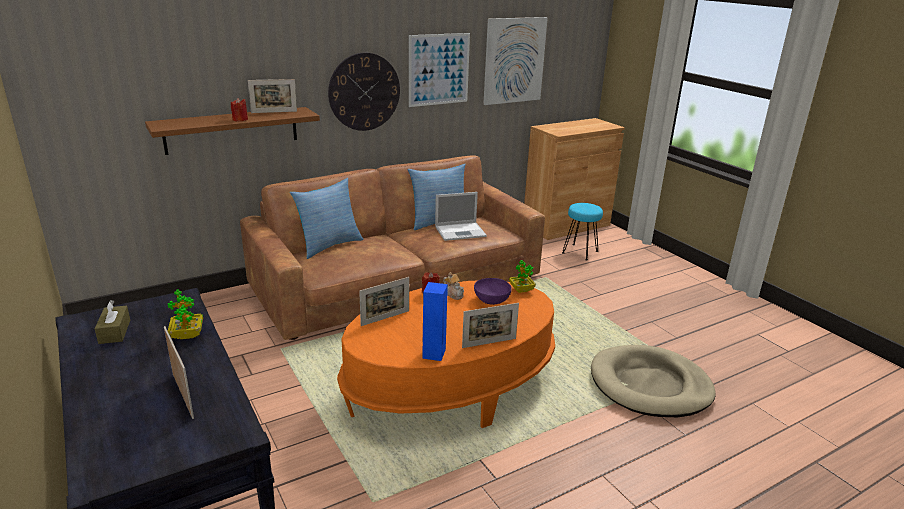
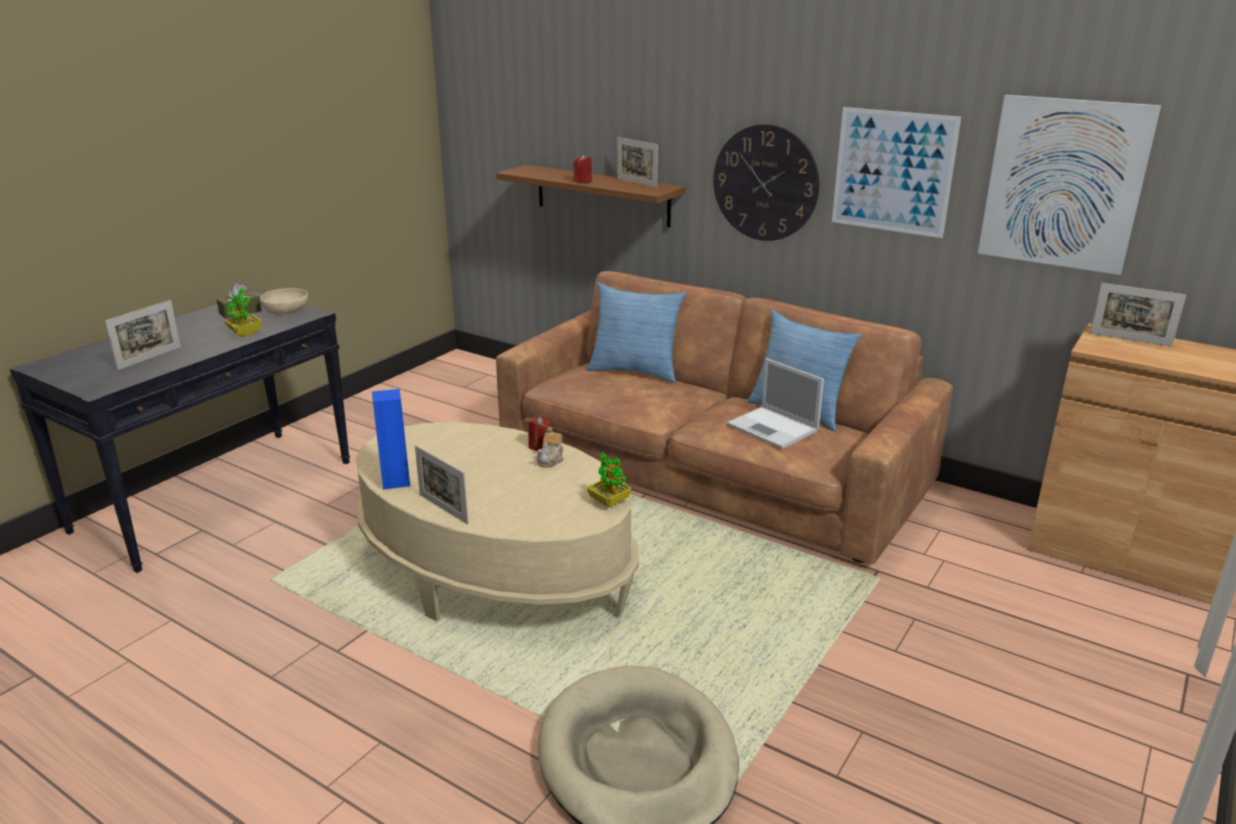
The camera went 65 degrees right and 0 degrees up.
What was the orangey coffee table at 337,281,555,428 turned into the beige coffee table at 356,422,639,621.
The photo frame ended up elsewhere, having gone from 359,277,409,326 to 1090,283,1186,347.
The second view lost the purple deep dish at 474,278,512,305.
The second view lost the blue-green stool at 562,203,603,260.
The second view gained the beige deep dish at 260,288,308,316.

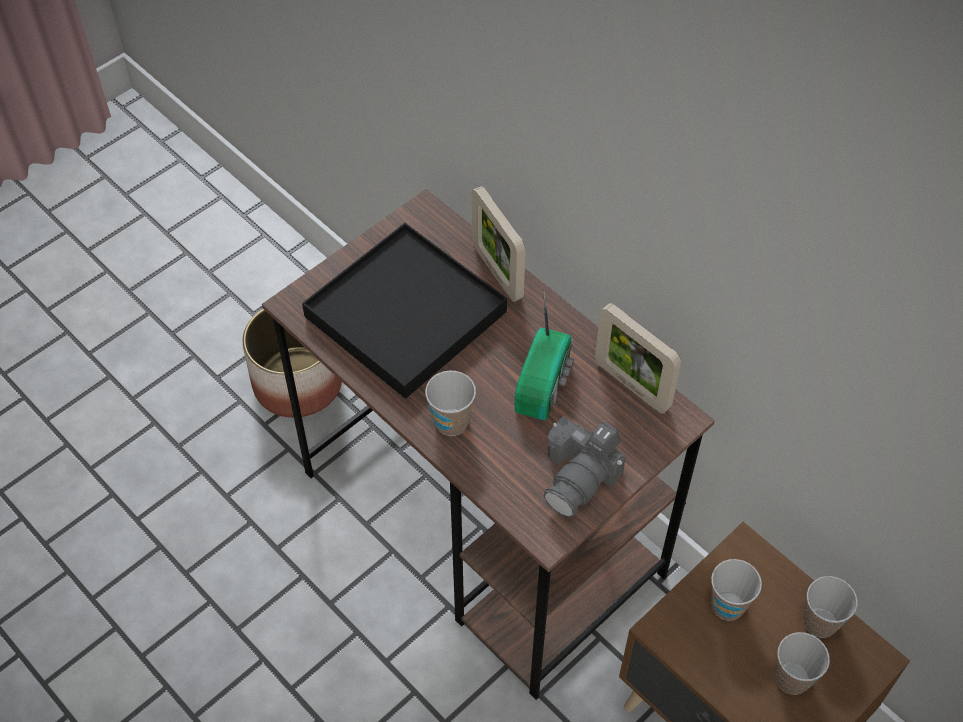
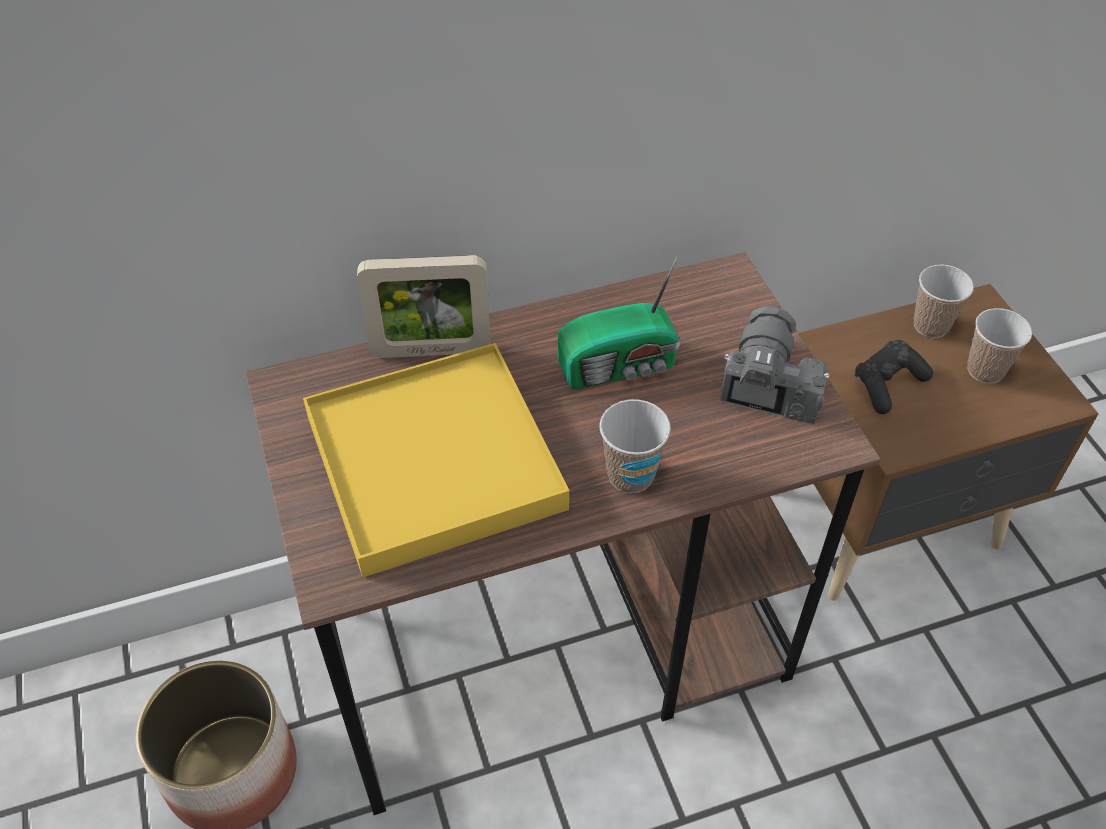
The camera went 65 degrees left and 5 degrees down.
What was the black carrying tray at 302,223,507,399 turned into the yellow carrying tray at 303,343,569,577.
The radio receiver at 515,292,574,420 ended up facing another way, 120 degrees clockwise from before.
The still camera at 543,416,626,518 ended up facing another way, 135 degrees counterclockwise from before.
The second view lost the photo frame at 595,303,681,414.
Where the cup stood at 711,559,762,621, the black game controller came to stand at 854,340,933,414.

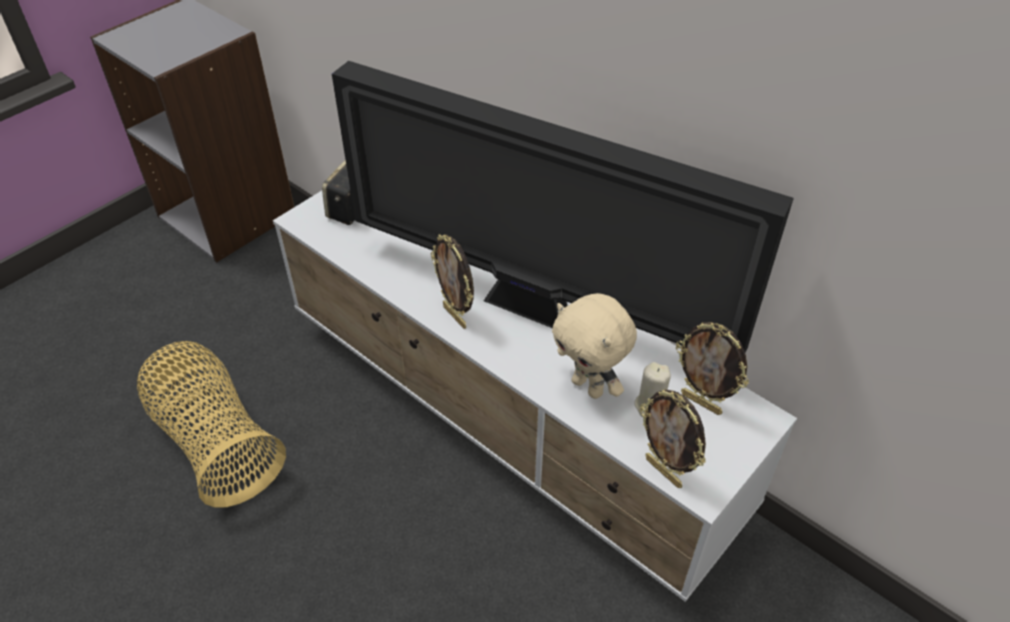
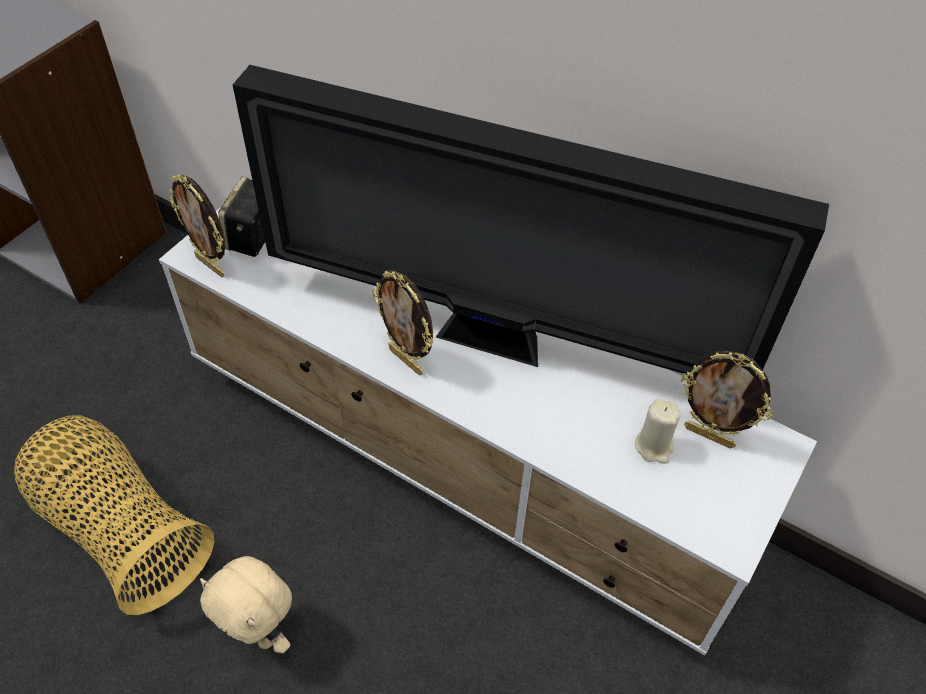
The camera went 10 degrees left and 5 degrees up.
The beige soft toy ended up elsewhere, having gone from 552,293,637,399 to 200,556,292,653.
The photo frame ended up elsewhere, having gone from 640,389,706,488 to 169,175,225,277.

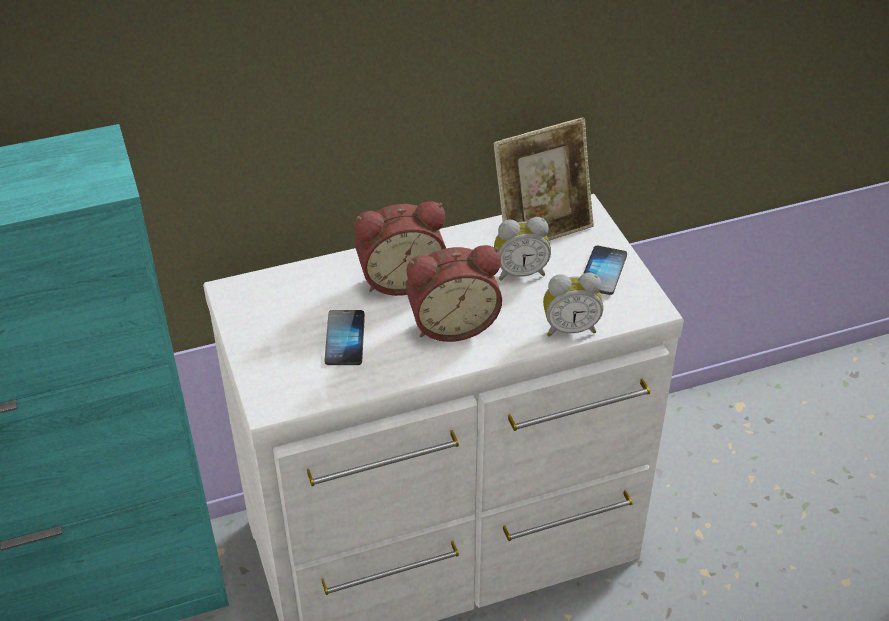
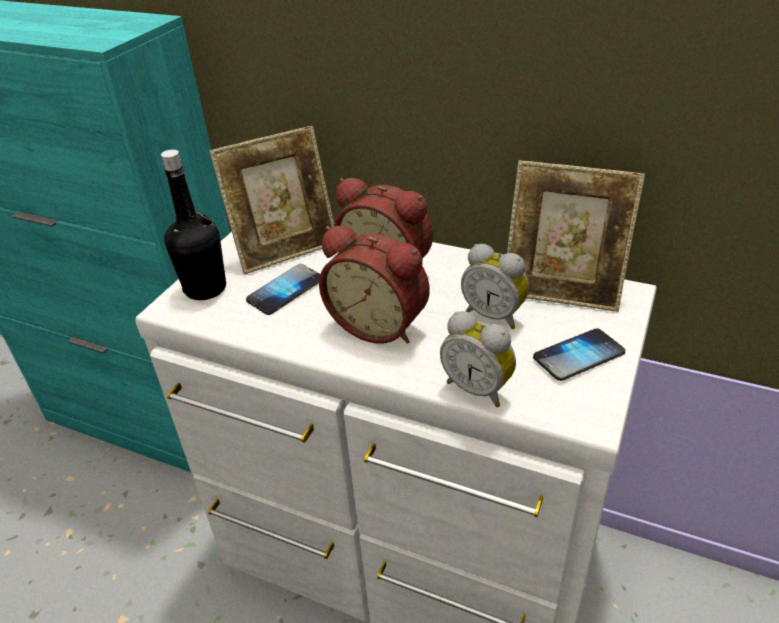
The camera went 45 degrees right and 5 degrees down.
The second view gained the black drink bottle at 161,149,226,300.
The second view gained the photo frame at 209,126,334,274.

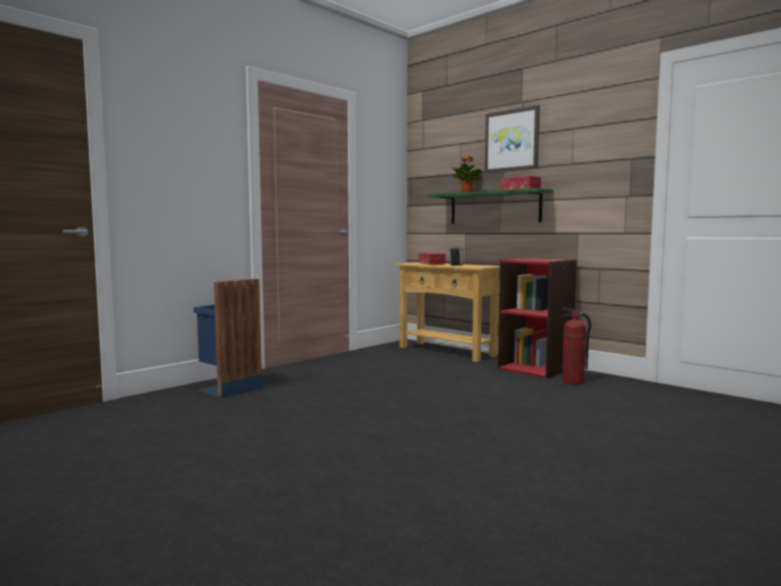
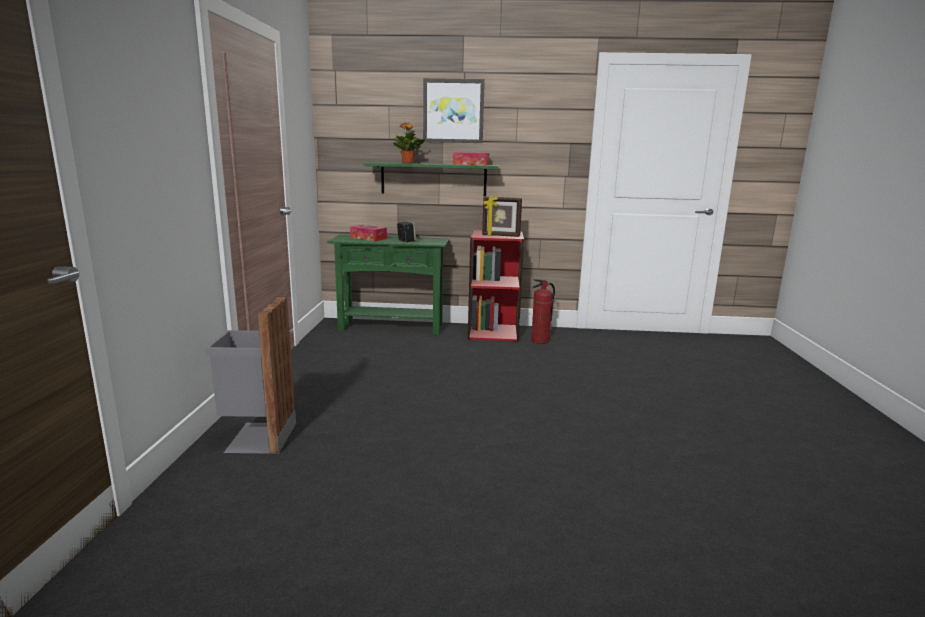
The camera went 40 degrees left and 10 degrees up.
What was the blue waste bin at 193,279,262,398 turned into the greyish waste bin at 205,297,296,454.
What was the beige narrow table at 394,262,500,362 turned into the greenish narrow table at 328,235,449,335.
The second view gained the photo frame at 482,196,522,237.

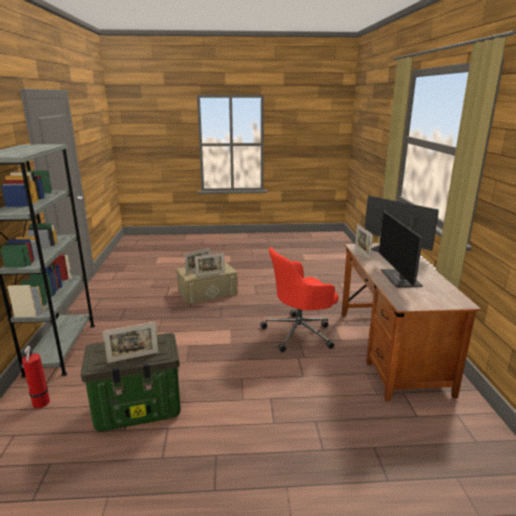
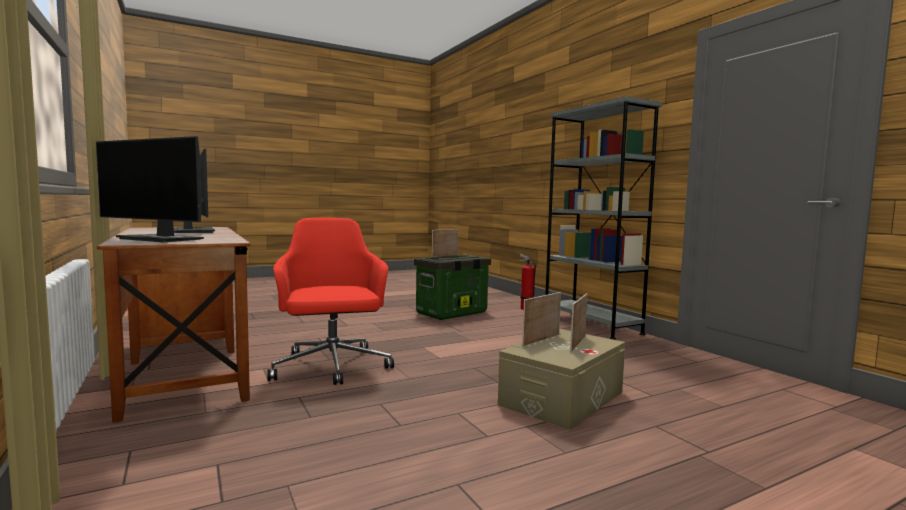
The camera went 155 degrees right and 15 degrees down.
The red desk chair at 260,247,339,352 ended up facing another way, 60 degrees counterclockwise from before.
The second view lost the photo frame at 355,224,373,260.

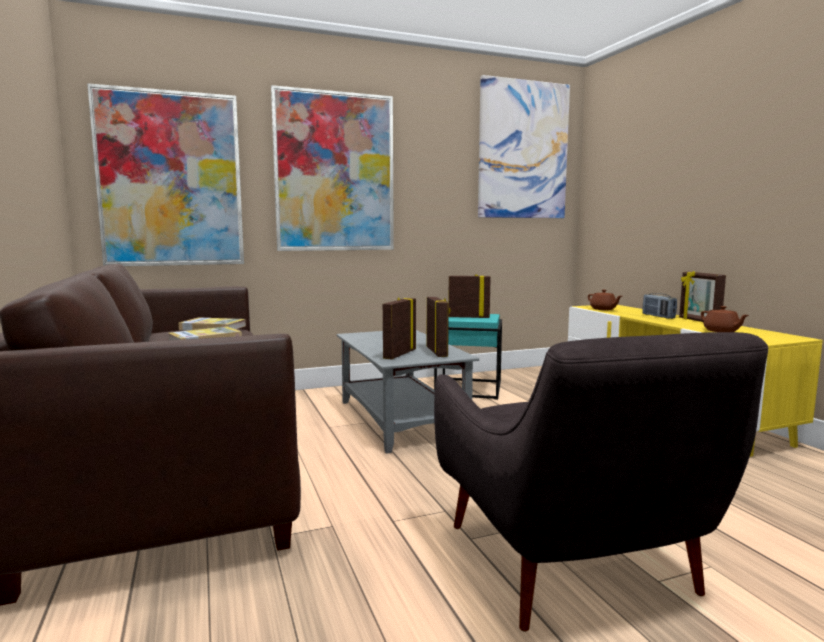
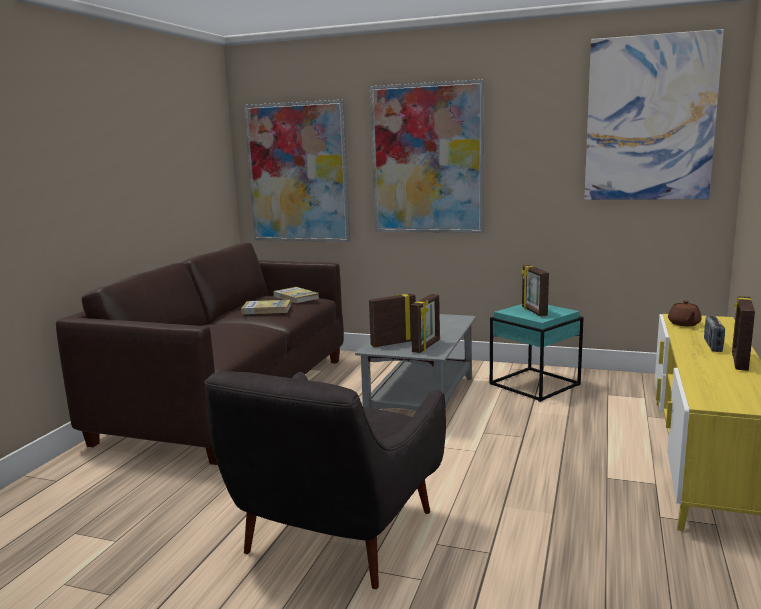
The camera went 40 degrees right and 5 degrees up.
The photo frame at 448,274,491,318 ended up facing another way, 150 degrees counterclockwise from before.
The second view lost the brownish pot for tea at 701,306,749,332.

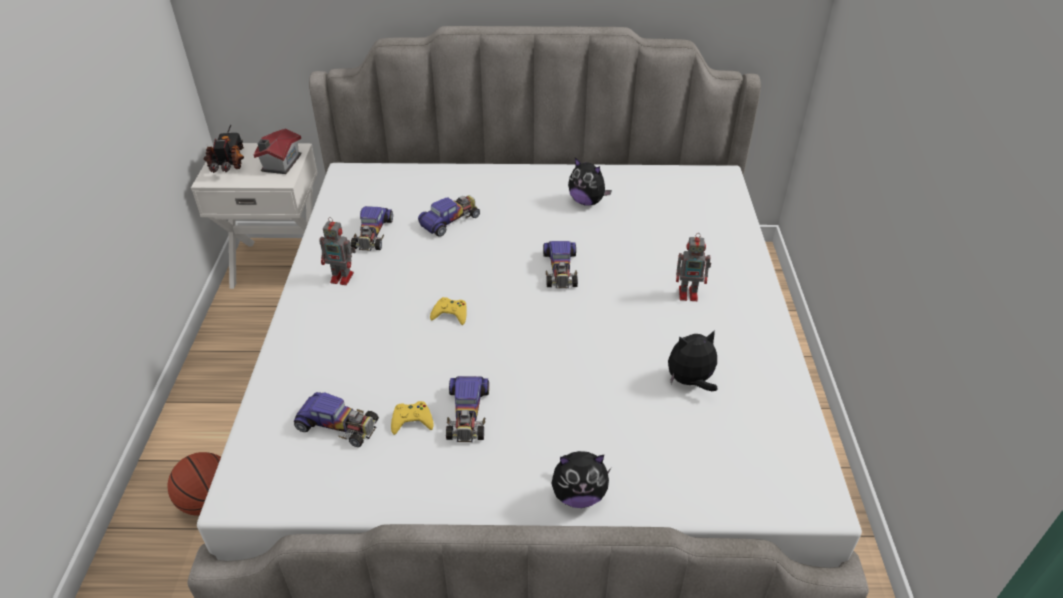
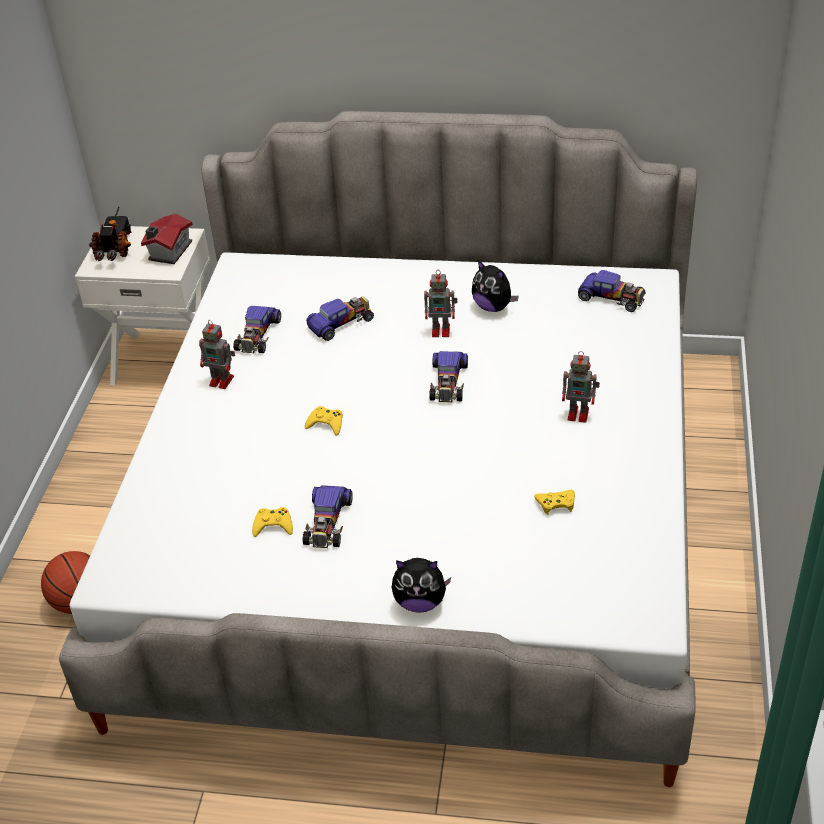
The camera went 10 degrees right and 0 degrees up.
The model car ended up elsewhere, having gone from 293,392,379,447 to 578,270,645,312.
Where the soft toy stood at 668,330,717,391, the yellow game controller came to stand at 534,490,575,515.
The second view gained the model robot at 424,270,458,337.

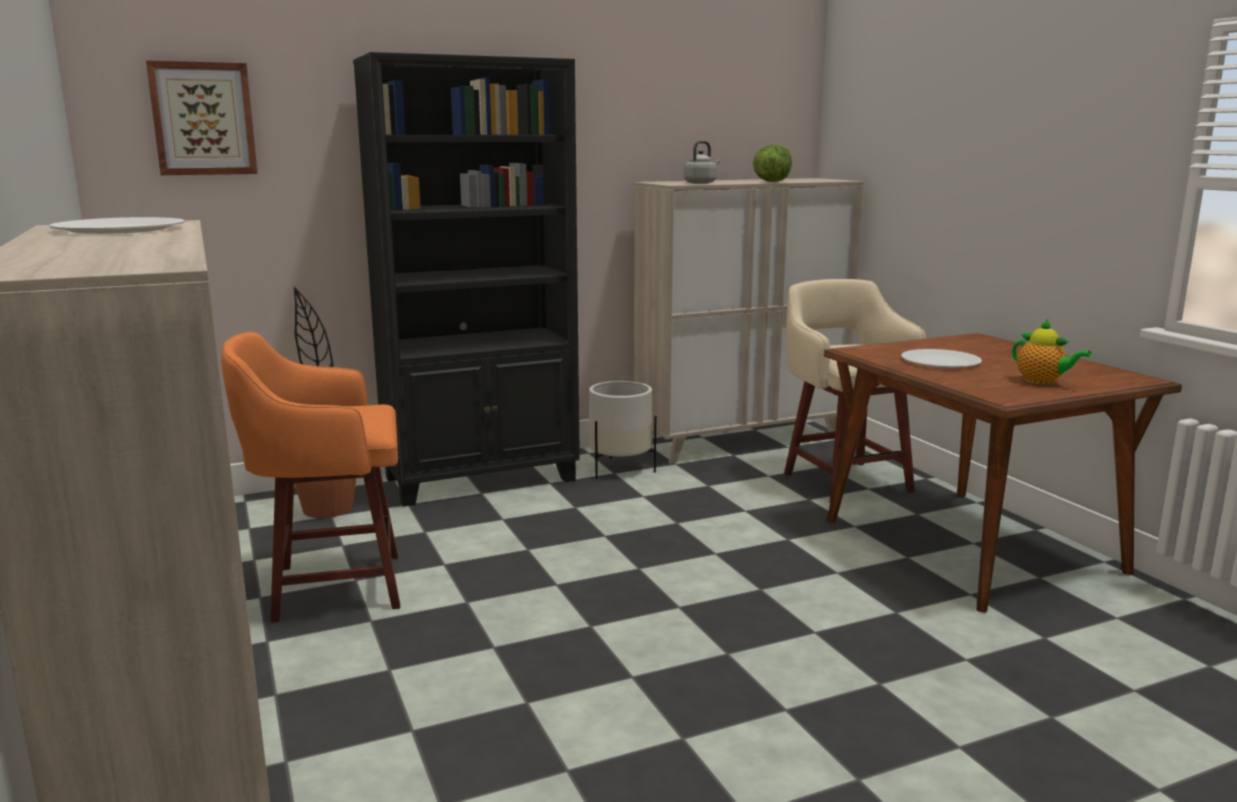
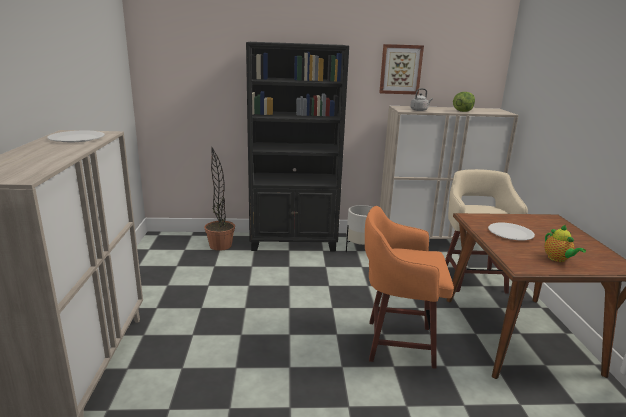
The camera went 20 degrees right and 5 degrees up.
The wall picture ended up elsewhere, having gone from 146,60,258,175 to 379,44,424,95.
The orangey stool ended up elsewhere, having gone from 221,332,400,623 to 365,206,454,369.

